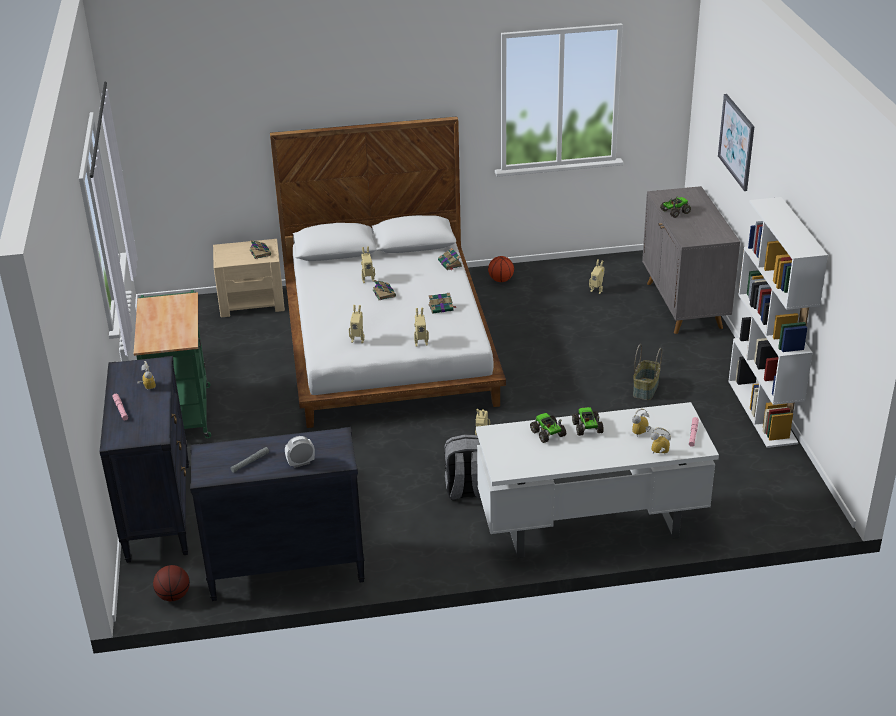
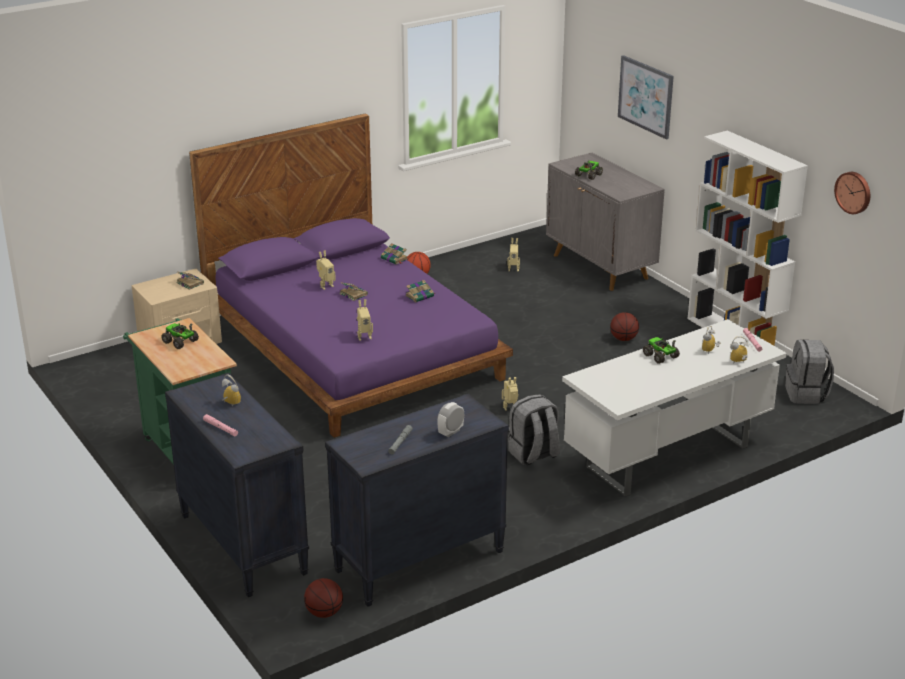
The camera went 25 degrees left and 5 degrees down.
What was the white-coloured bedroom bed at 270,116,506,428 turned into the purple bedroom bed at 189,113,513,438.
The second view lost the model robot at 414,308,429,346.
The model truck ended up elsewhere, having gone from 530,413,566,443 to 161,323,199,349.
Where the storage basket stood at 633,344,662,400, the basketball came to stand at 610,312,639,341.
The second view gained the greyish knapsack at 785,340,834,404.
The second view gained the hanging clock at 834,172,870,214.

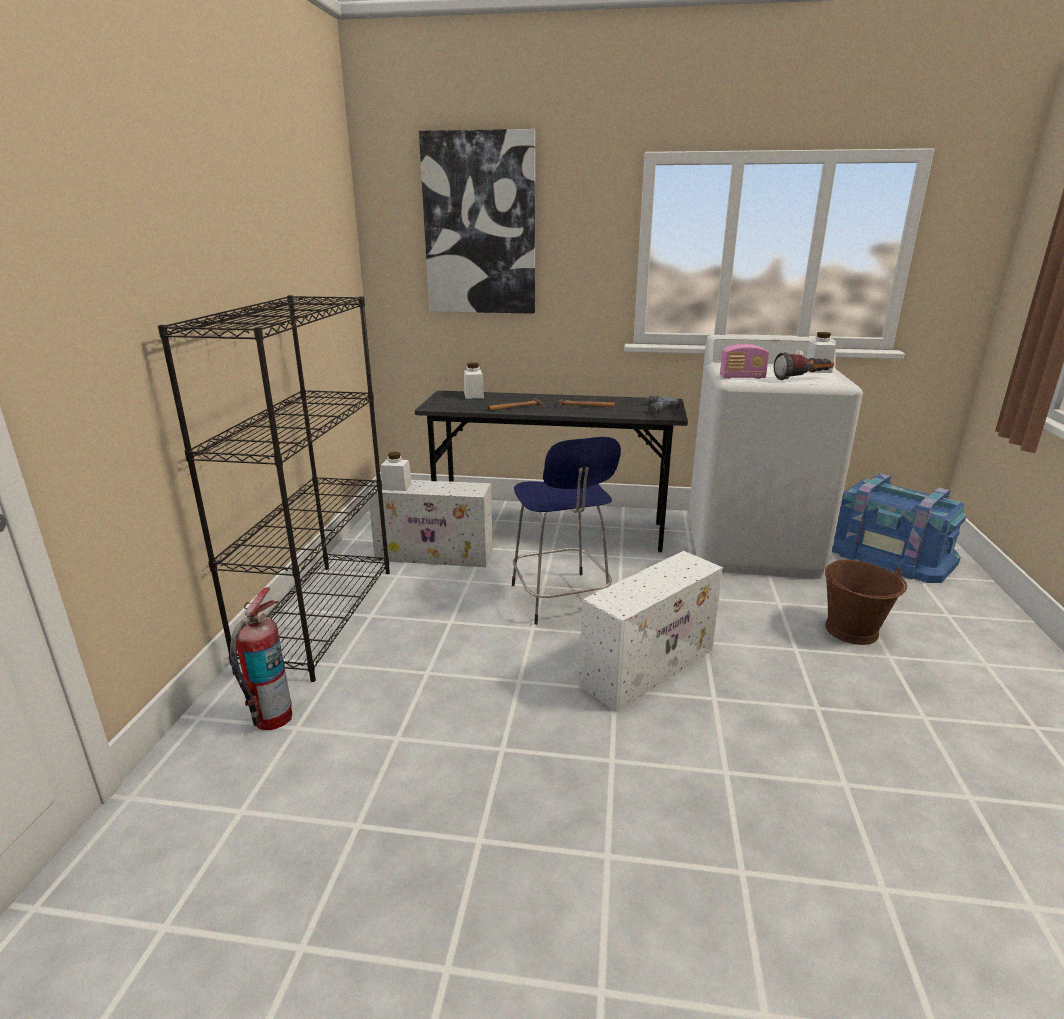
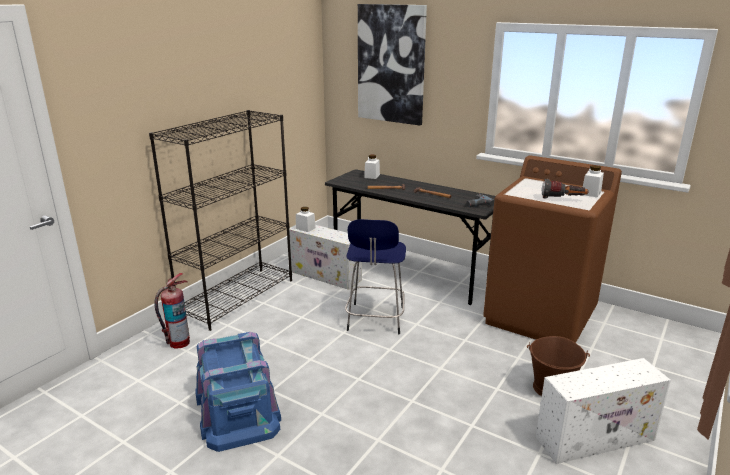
The camera went 25 degrees right and 0 degrees up.
The white-coloured storage bin ended up elsewhere, having gone from 579,551,723,712 to 535,358,671,464.
What was the white-coloured laundry machine at 689,335,863,579 turned into the brownish laundry machine at 483,156,622,343.
The second view lost the radio receiver at 720,344,769,379.
The blue storage bin ended up elsewhere, having gone from 832,474,966,583 to 195,332,281,452.

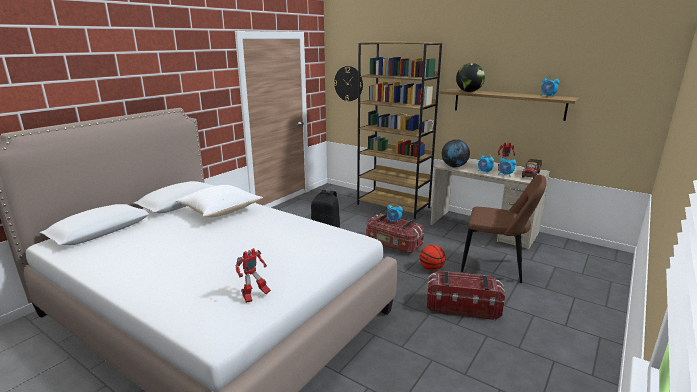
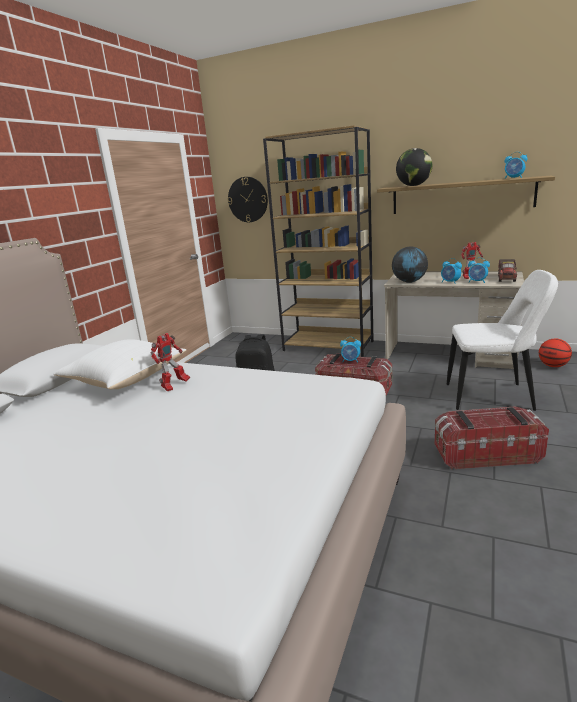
The camera went 10 degrees left and 0 degrees up.
The model robot ended up elsewhere, having gone from 236,248,271,303 to 151,333,190,391.
The basketball ended up elsewhere, having gone from 420,245,446,271 to 539,339,572,367.
What was the brownish upright chair at 461,175,547,283 turned into the white-coloured upright chair at 446,270,558,411.

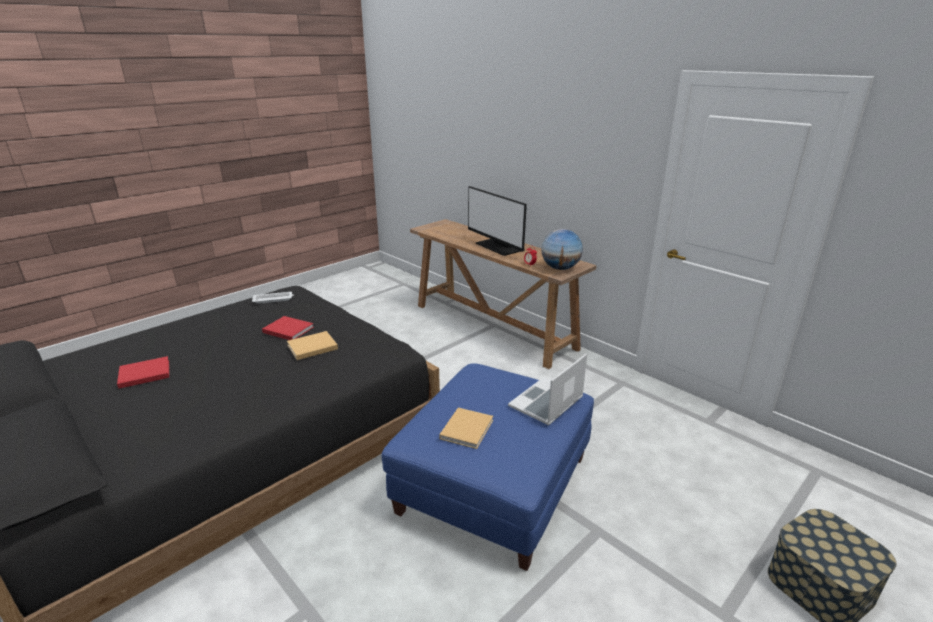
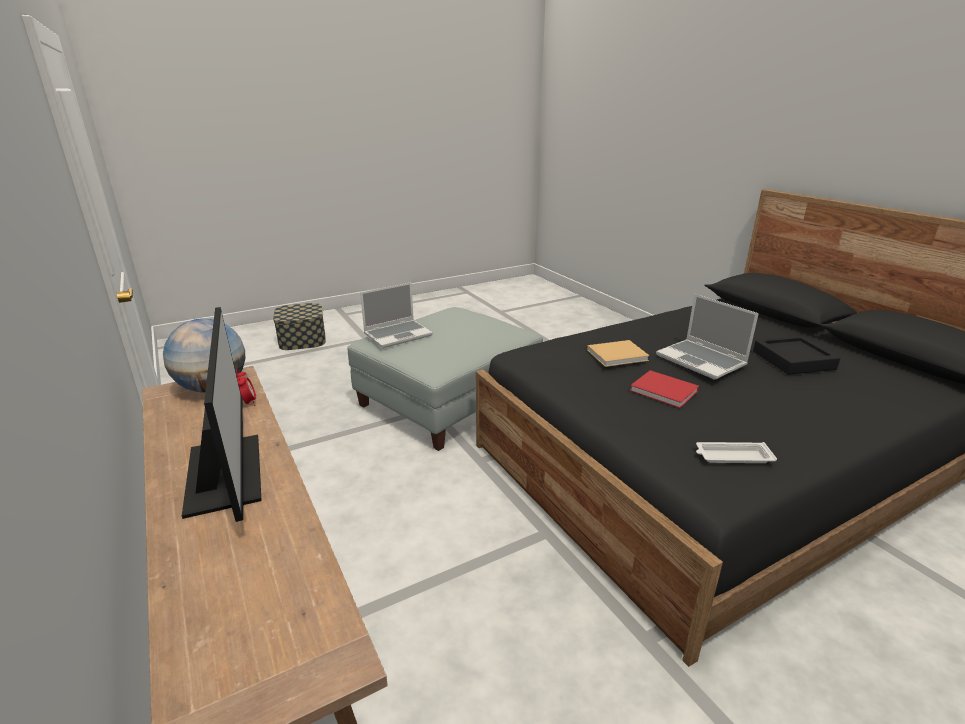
The camera went 165 degrees left and 0 degrees up.
Where the red volume stood at 117,356,169,389, the black carrying tray came to stand at 753,336,841,375.
What was the blue pouffe at 381,363,594,571 turned into the greyish pouffe at 347,307,543,451.
The second view lost the beige volume at 439,408,493,449.
The second view gained the notebook computer at 656,294,759,380.

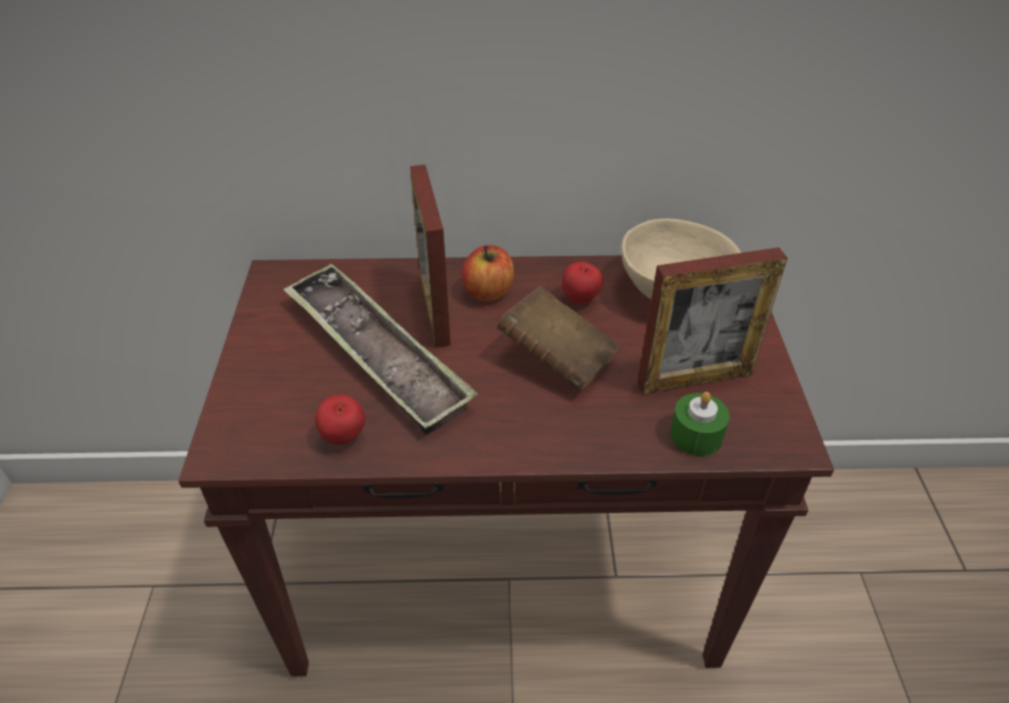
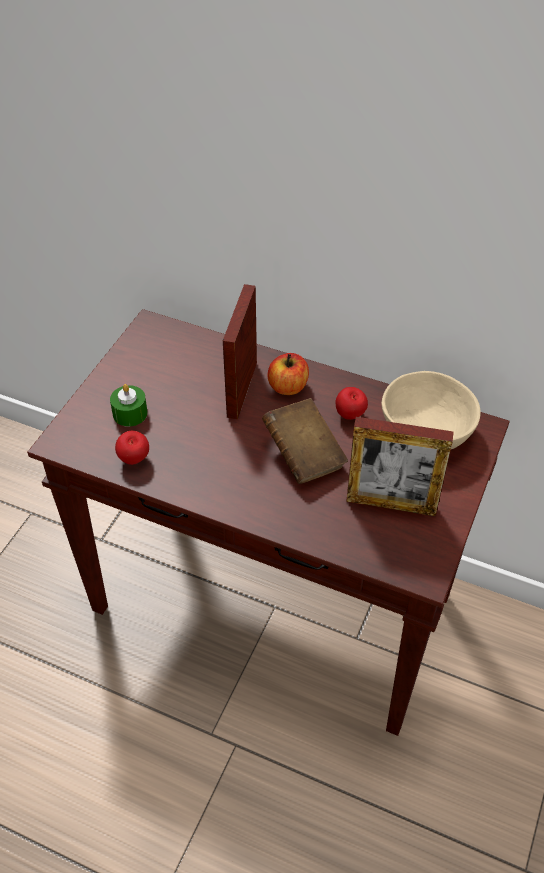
The camera went 25 degrees right and 5 degrees up.
The second view lost the carrying tray at 283,263,478,435.
The greenish candle ended up elsewhere, having gone from 670,392,730,456 to 110,384,148,427.

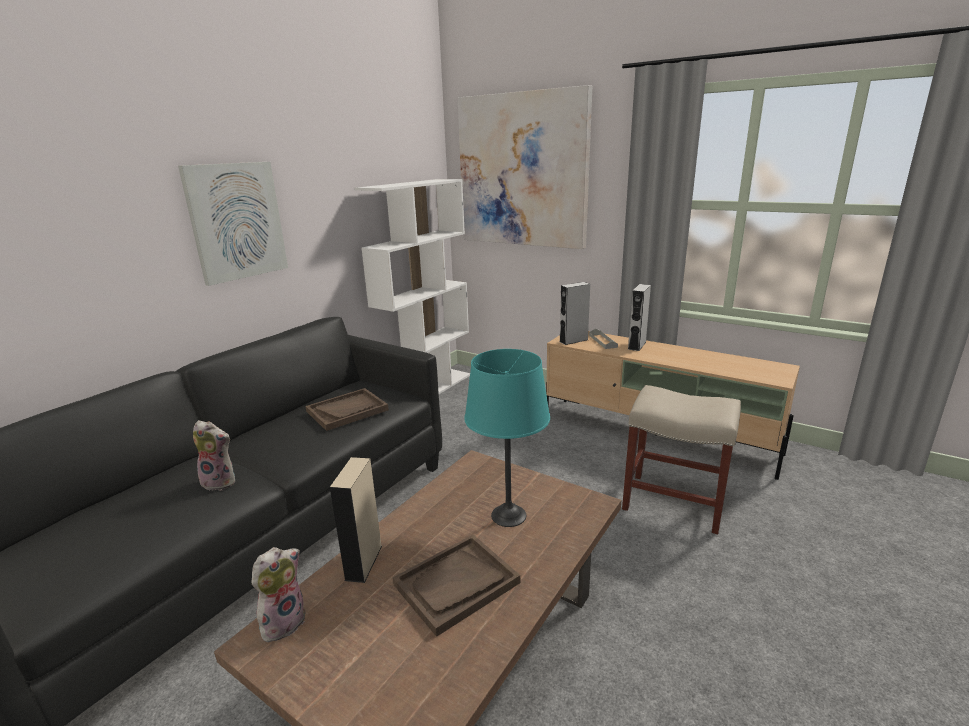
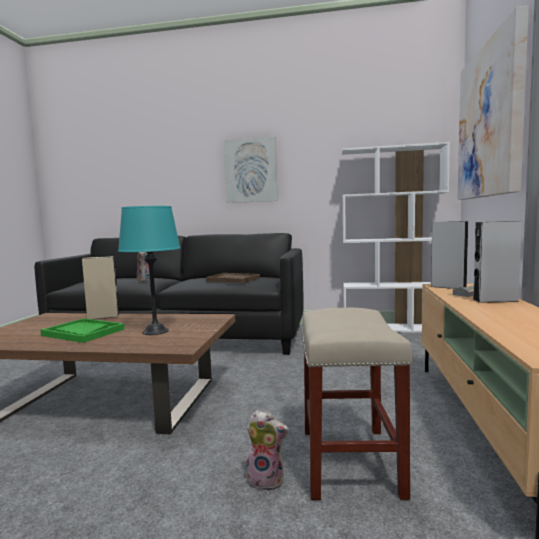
The camera went 65 degrees right and 15 degrees down.
The soft toy ended up elsewhere, having gone from 252,547,305,642 to 244,410,289,491.
What was the brownish carrying tray at 393,535,520,637 turned into the greenish carrying tray at 40,318,125,343.

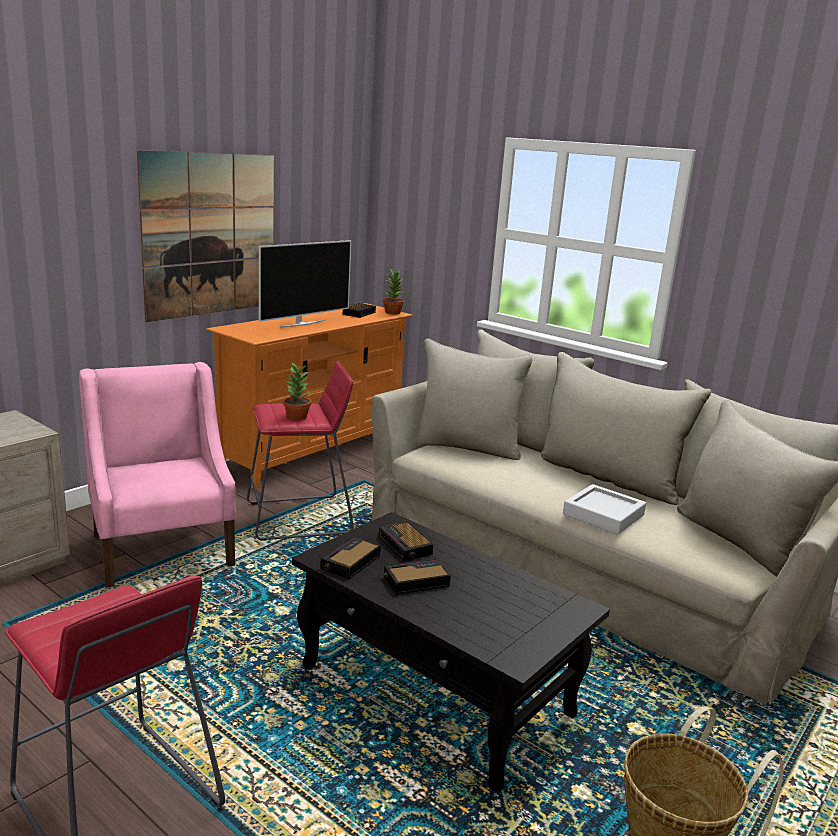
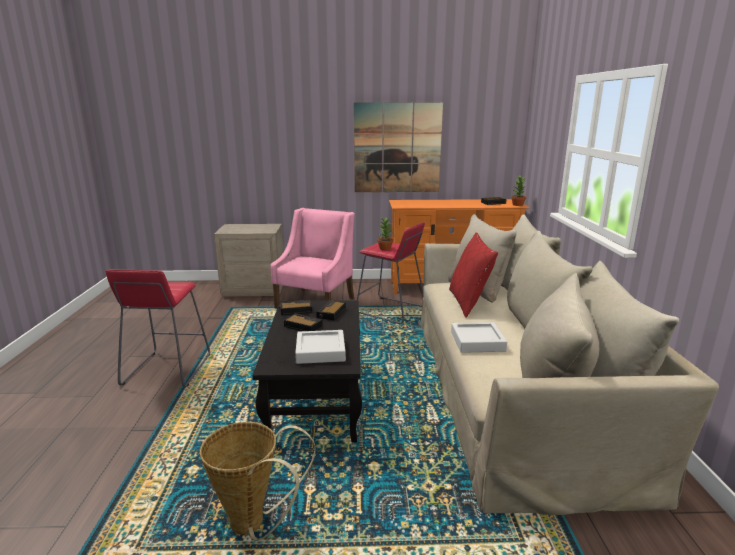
The camera went 50 degrees right and 0 degrees up.
The second view lost the TV at 259,240,351,328.
The second view gained the greyish carrying tray at 295,330,346,364.
The second view gained the red pillow at 449,232,498,318.

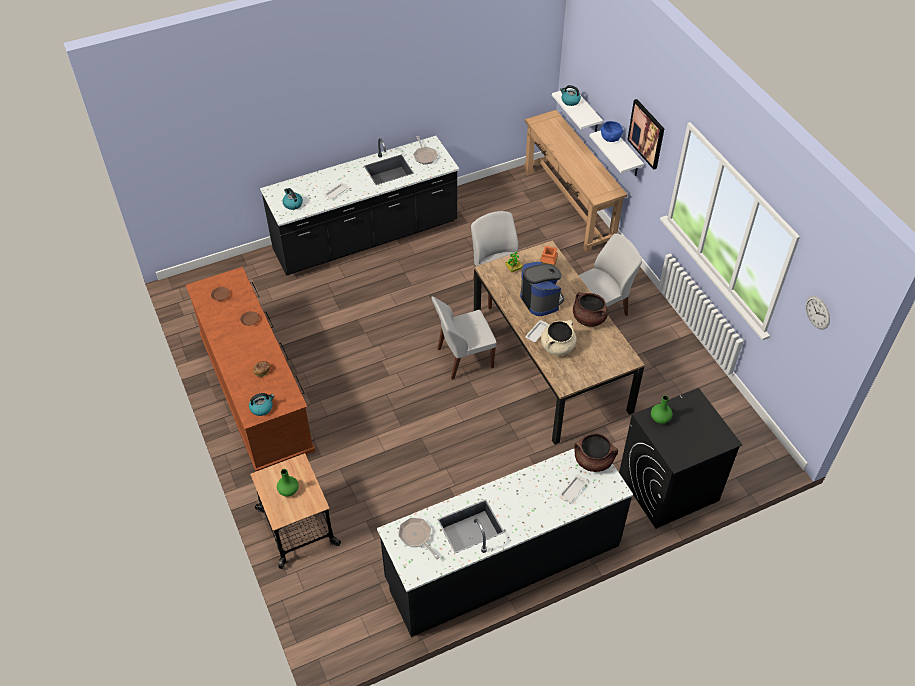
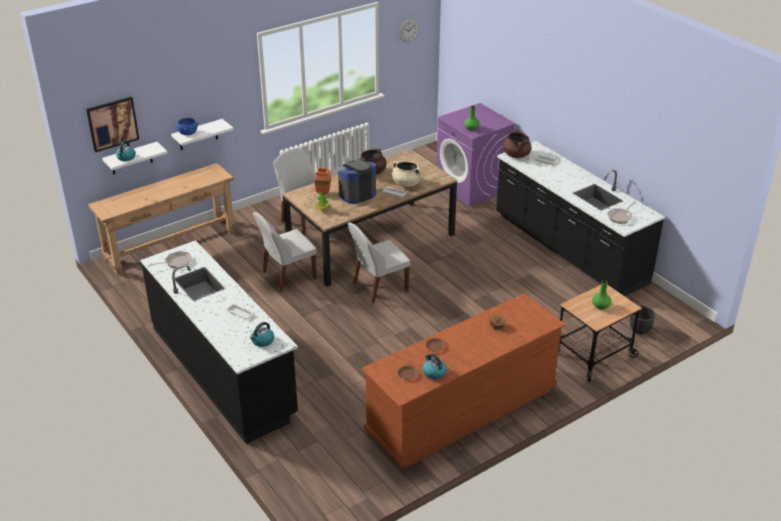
The camera went 100 degrees left and 15 degrees down.
The tea kettle ended up elsewhere, having gone from 249,393,274,416 to 423,354,447,379.
The white-coloured upright chair at 431,296,496,380 ended up facing another way, 90 degrees clockwise from before.
What was the black laundry machine at 619,388,742,529 turned into the purple laundry machine at 436,103,516,206.
The wall picture ended up elsewhere, having gone from 627,99,664,170 to 86,97,139,152.
The second view gained the black plant pot at 630,306,655,334.

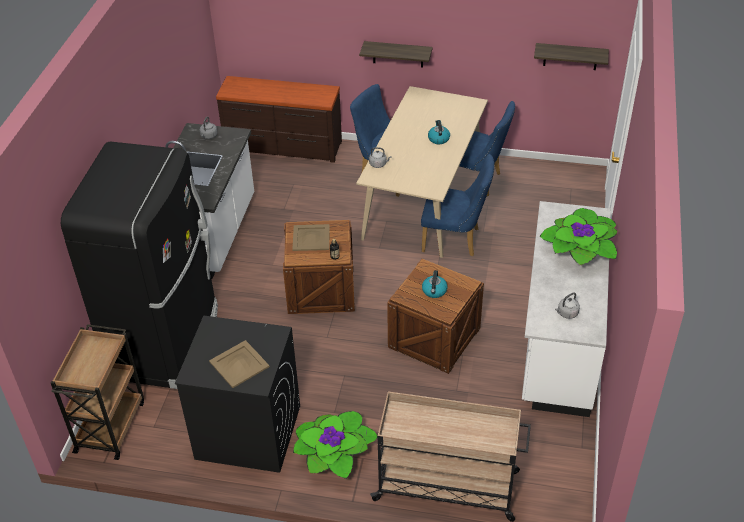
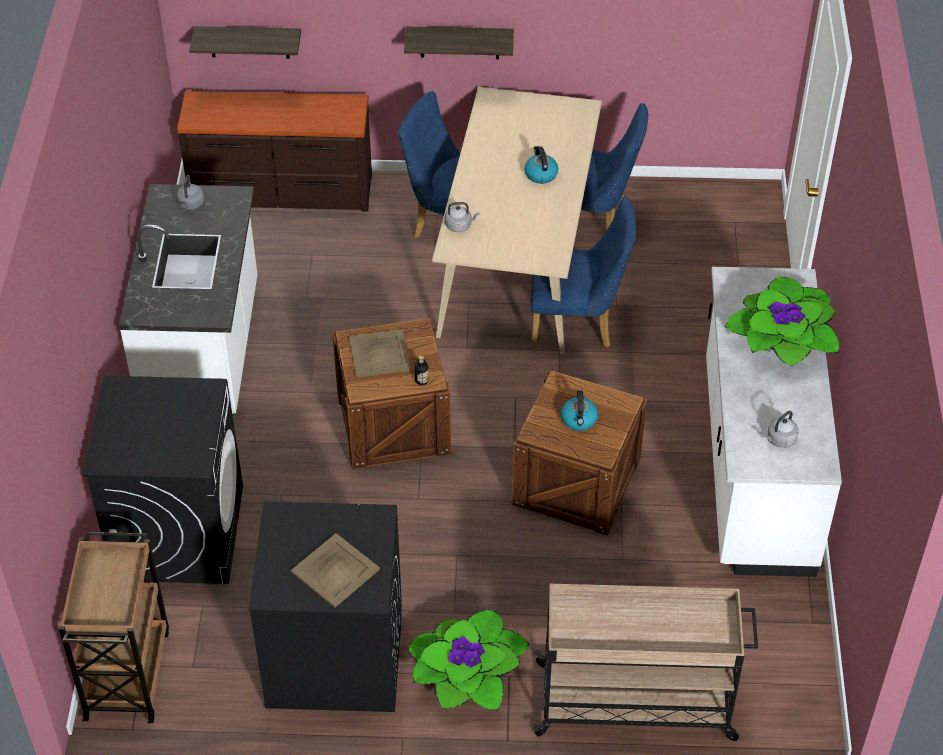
The camera went 10 degrees left and 5 degrees up.
Where the black fridge stood at 61,141,218,389, the black laundry machine came to stand at 82,376,243,584.
The bracket shelf ended up elsewhere, having gone from 534,43,609,70 to 189,26,301,59.

